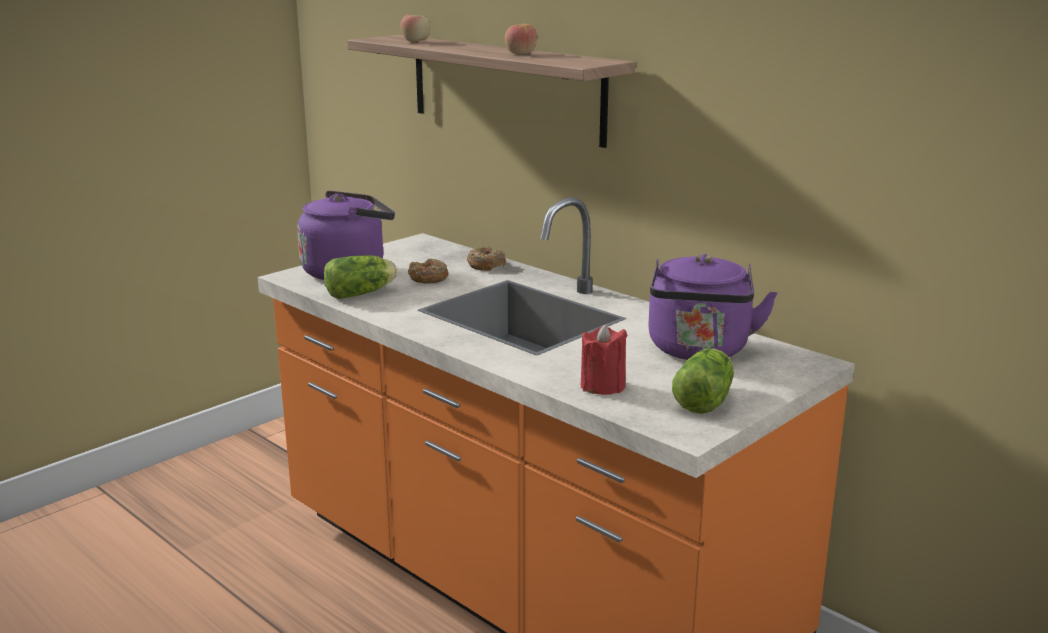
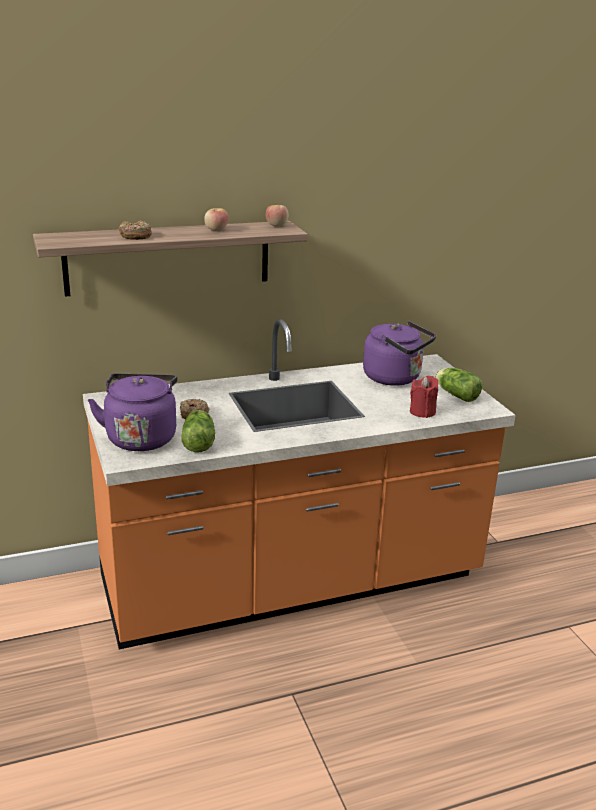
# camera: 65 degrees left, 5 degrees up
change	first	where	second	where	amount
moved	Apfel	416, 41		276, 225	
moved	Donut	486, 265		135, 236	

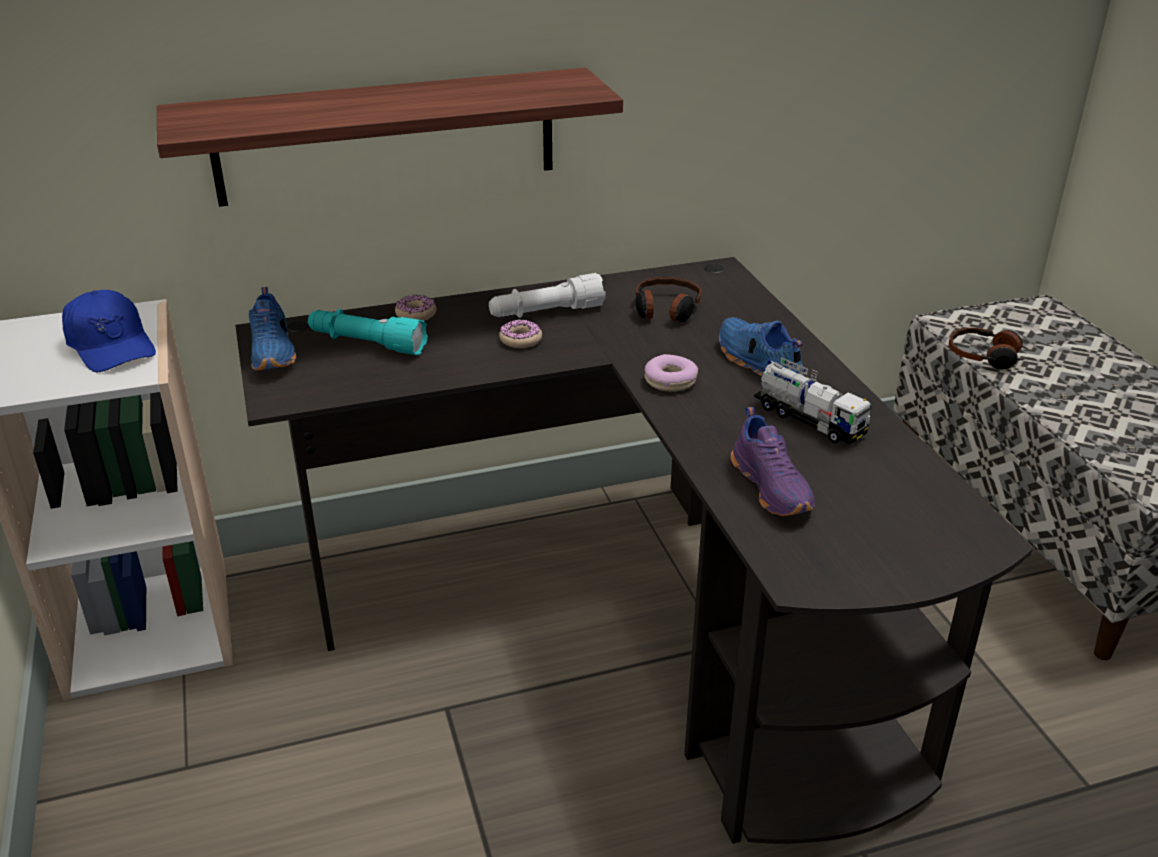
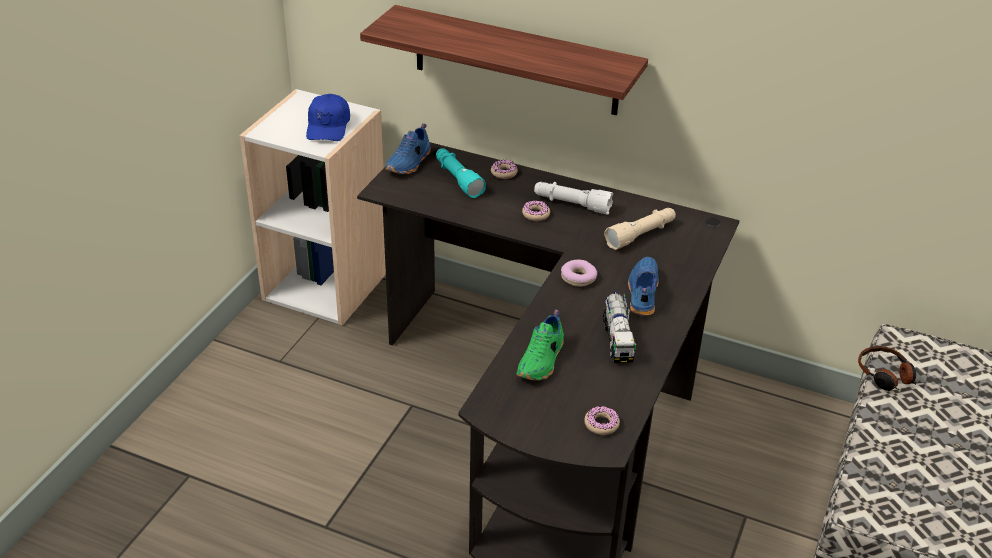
# camera: 40 degrees right, 5 degrees up
change	first	where	second	where	amount
added			Donut	601, 424	
replaced	Kopfhörer	666, 310	Taschenlampe [beige]	641, 235	
recoloured	Schuh [lila]	773, 487	Schuh [grün]	542, 361	

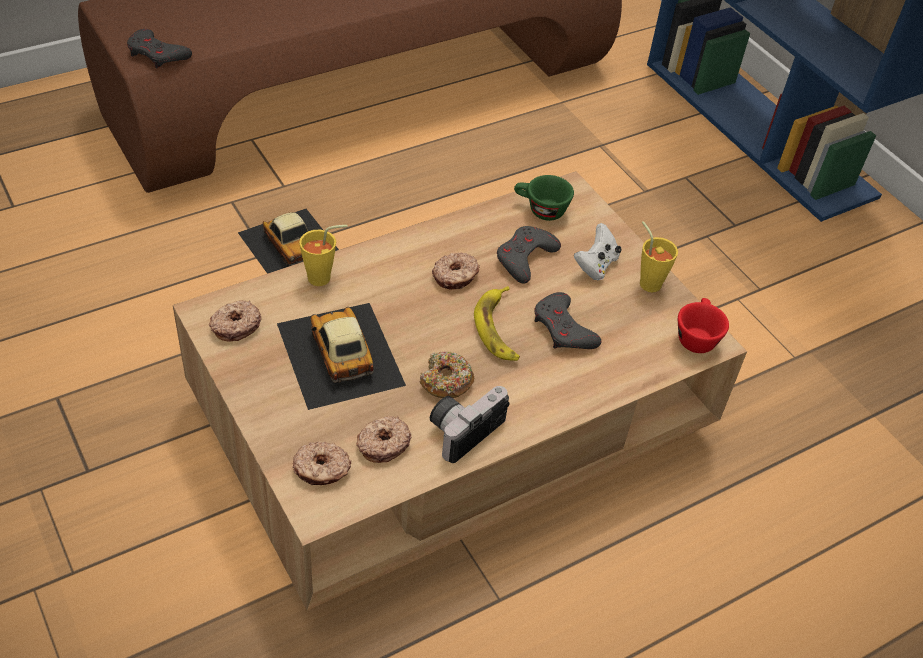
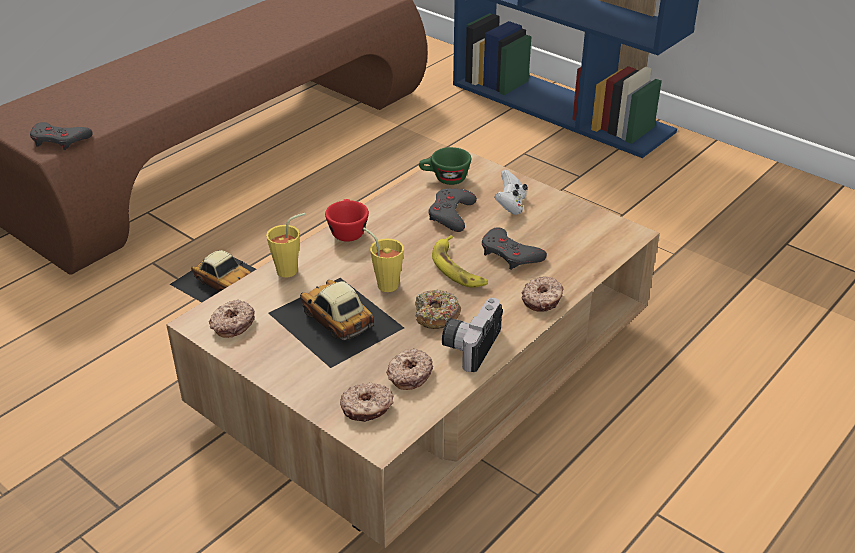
# camera: 15 degrees left, 10 degrees down
change	first	where	second	where	amount
moved	Donut	455, 276		542, 300	
moved	Tasse [gelb]	647, 280		384, 283	
moved	Tasse [rot]	696, 336		347, 231	

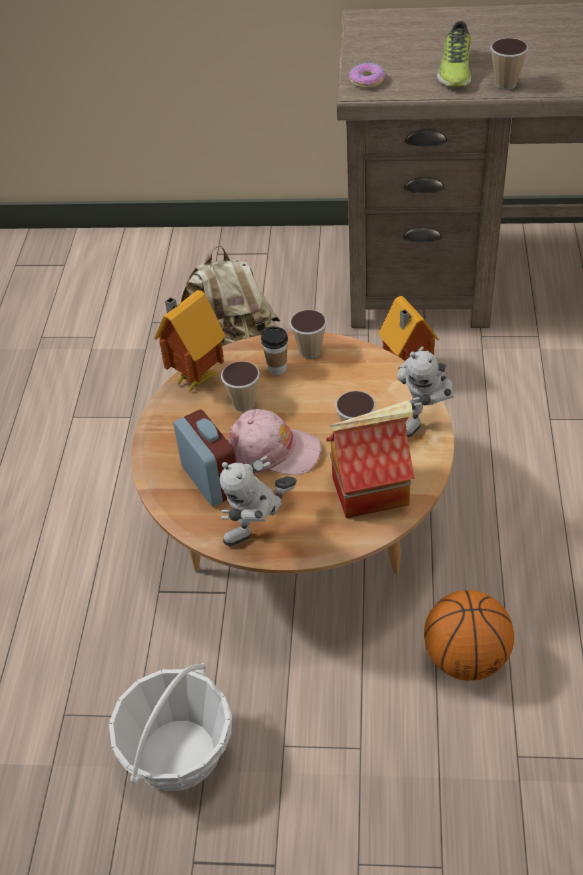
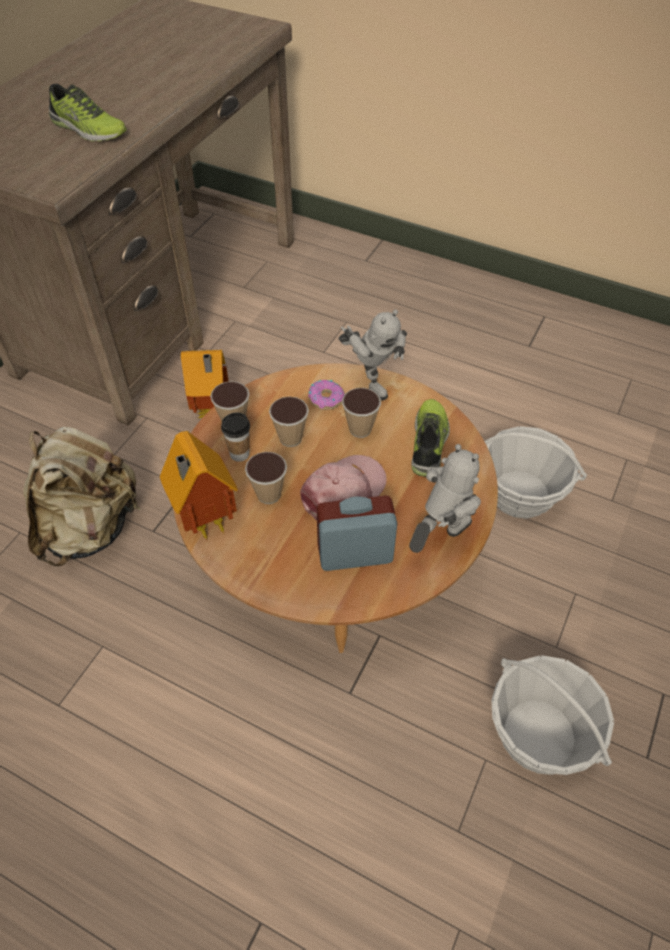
# camera: 70 degrees left, 5 degrees up
change	first	where	second	where	amount
moved	Donut	367, 81		326, 398	
moved	Tasse	505, 84		290, 438	
replaced	Spielzeughaus	371, 489	Schuh	429, 442	
replaced	Basketball	466, 658	Korb	520, 494	
turned	Spielzeugroboter	259, 532		439, 536	120 degrees counterclockwise

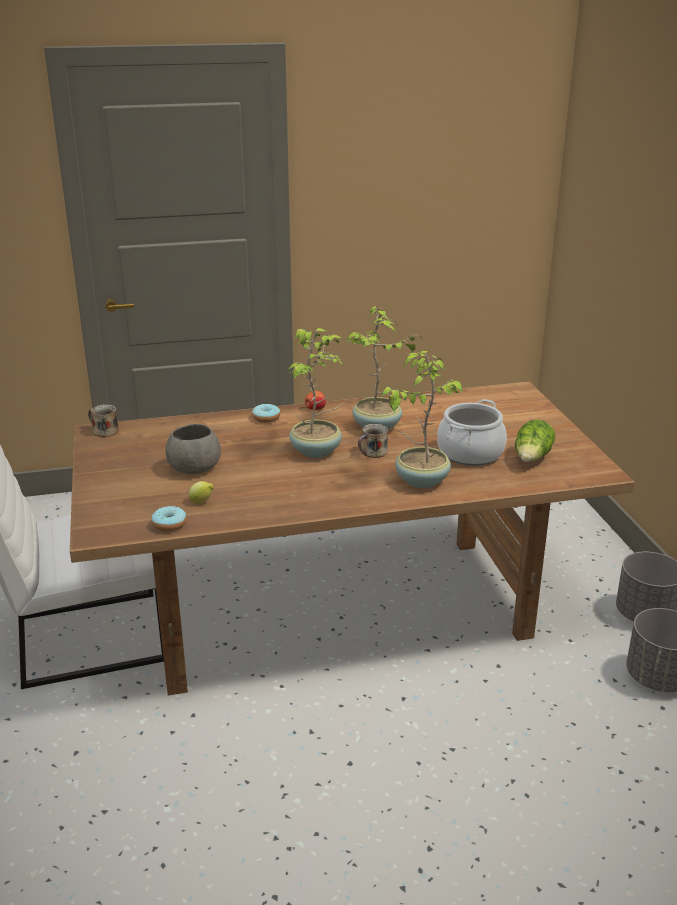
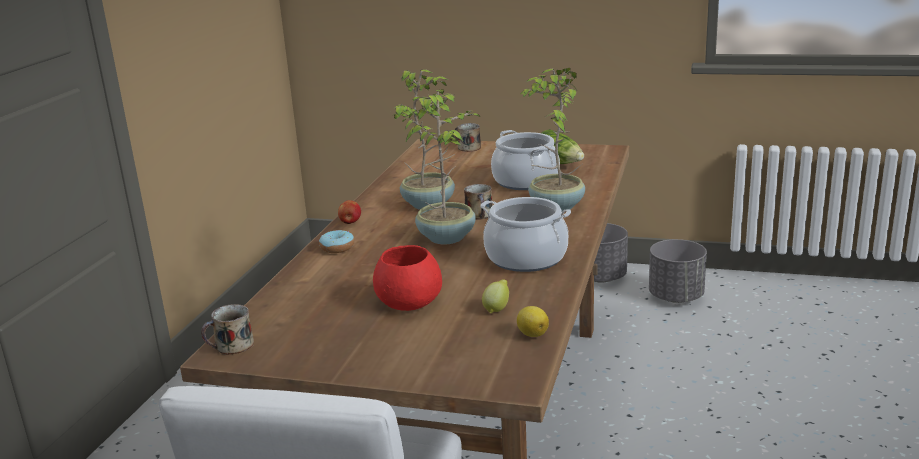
# camera: 60 degrees left, 5 degrees down
change	first	where	second	where	amount
added			Henkelbecher	468, 147	
added			Kochtopf	526, 258	
replaced	Donut	169, 524	Zitrone	532, 334	
recoloured	Schüssel [grau]	193, 468	Schüssel [rot]	409, 302	

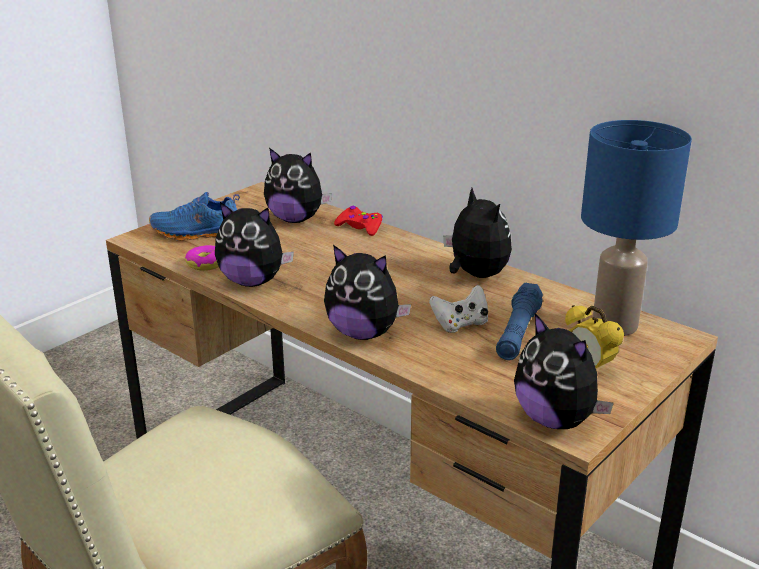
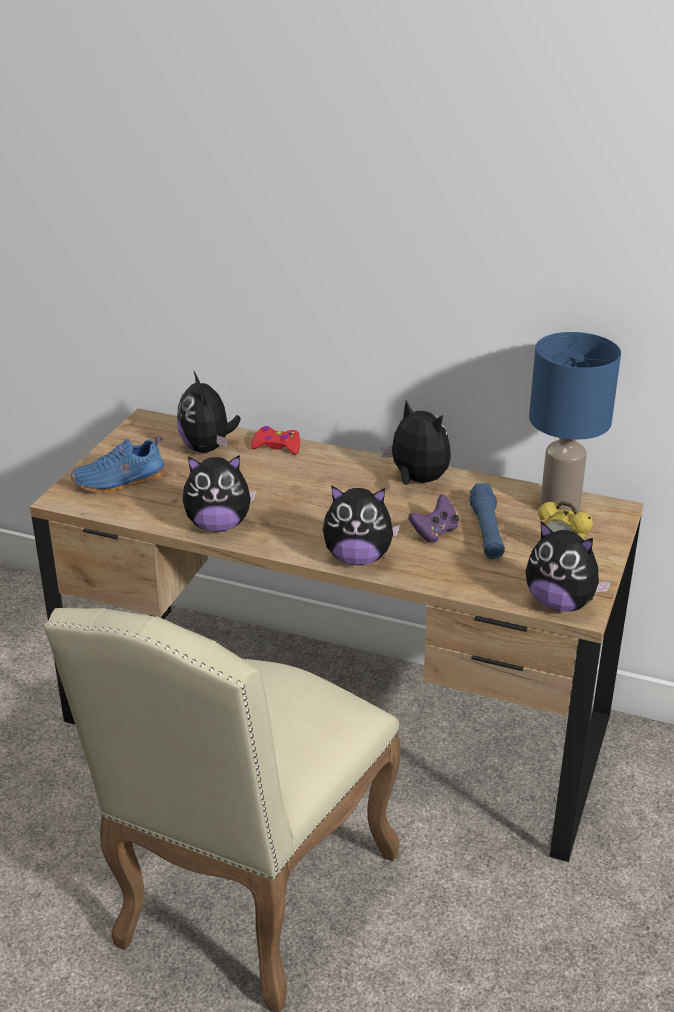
# camera: 20 degrees left, 5 degrees up
change	first	where	second	where	amount
removed	Donut	206, 264			
recoloured	Gamepad [weiß]	460, 324	Gamepad [lila]	434, 532	
turned	Plüschtier	296, 219		208, 448	75 degrees clockwise

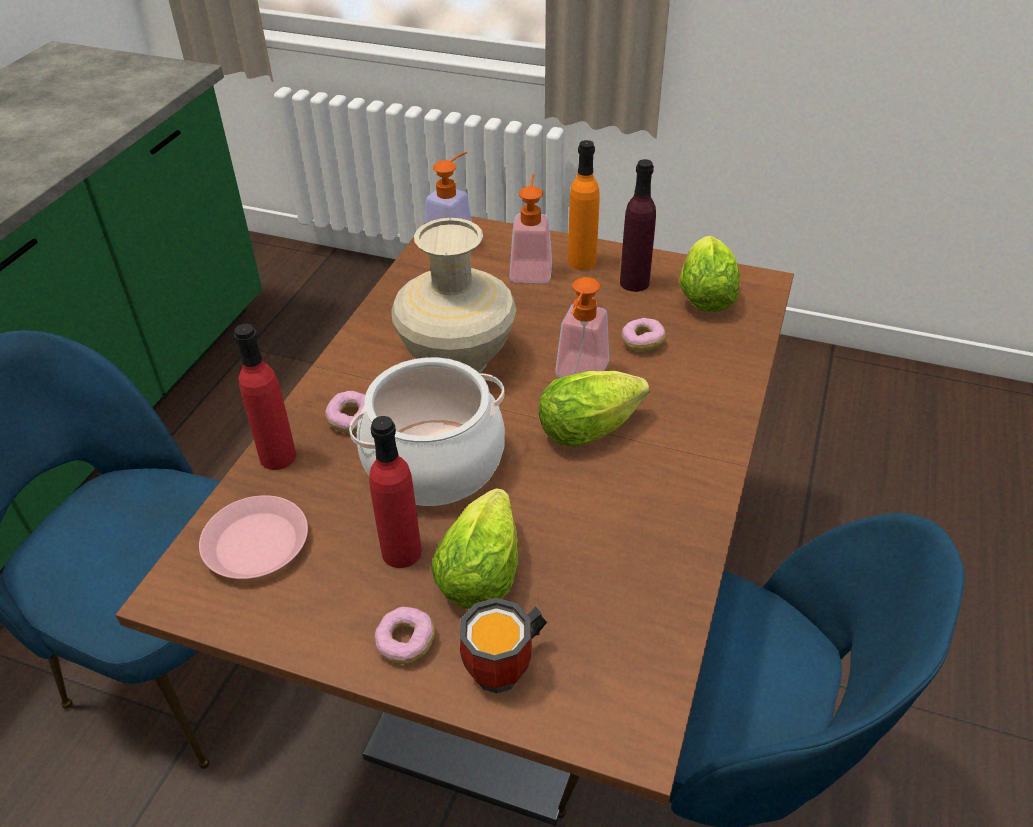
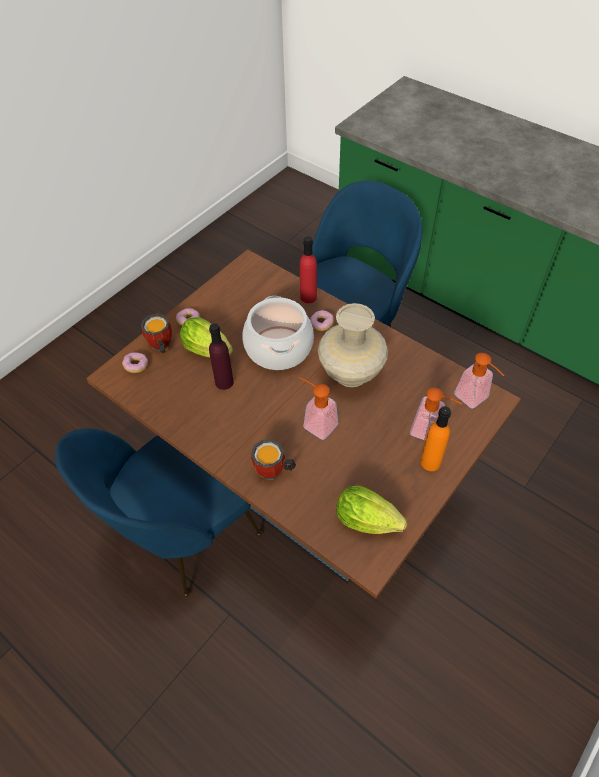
# camera: 110 degrees right, 10 degrees up
change	first	where	second	where	amount
removed	Teller [rosa]	255, 544			
removed	Flasche [rot]	401, 552			
removed	Salatkopf	594, 428			
added			Henkelbecher	273, 473	
moved	Flasche [lila]	634, 282		224, 382	
moved	Donut	642, 342		136, 366	

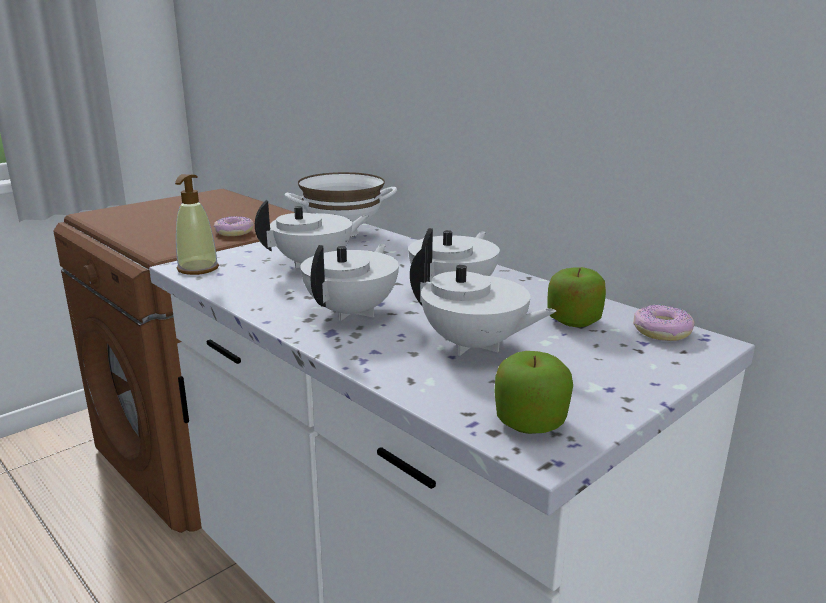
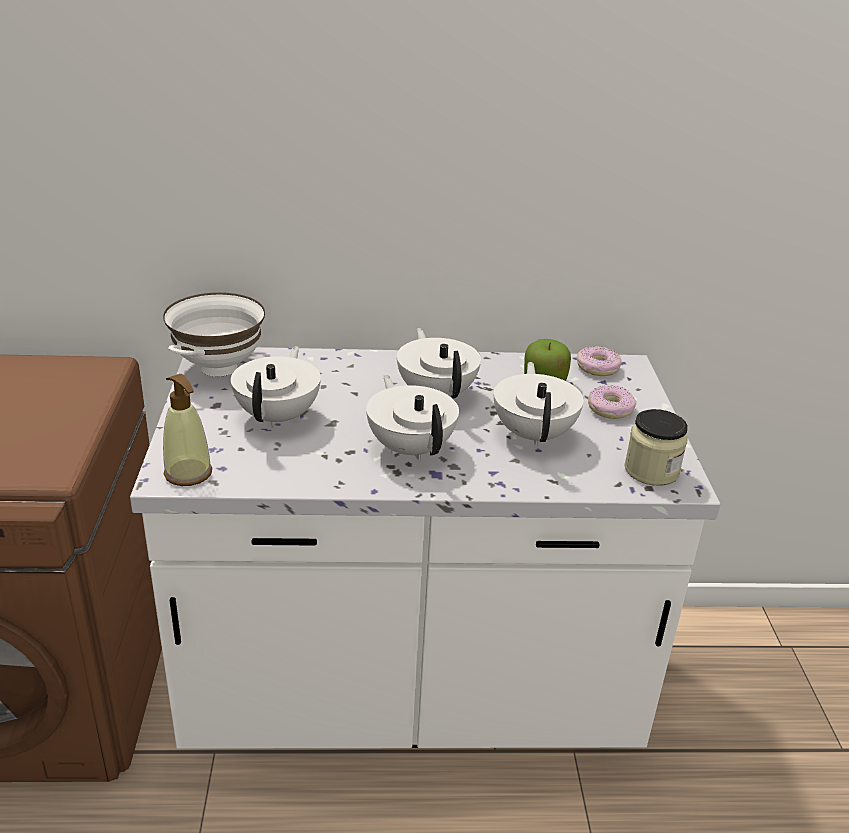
# camera: 50 degrees left, 10 degrees up
change	first	where	second	where	amount
moved	Donut	234, 232		610, 409	
replaced	Apfel	530, 422	Vorratsglas	651, 470	
turned	Teekanne [weiß]	474, 346		534, 434	75 degrees counterclockwise

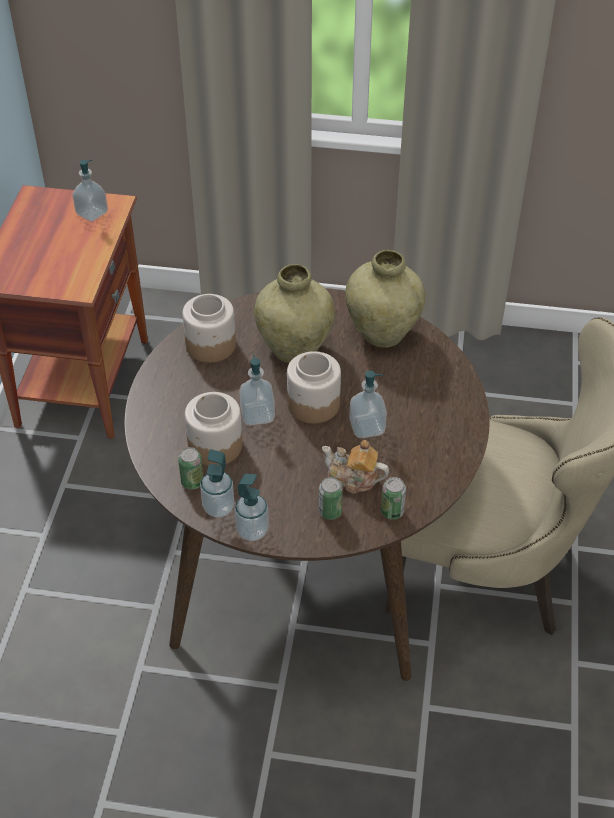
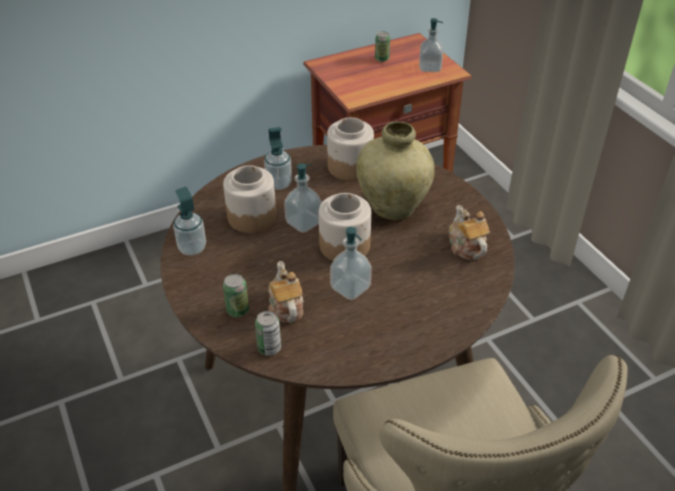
# camera: 55 degrees right, 5 degrees down
change	first	where	second	where	amount
moved	Dose	192, 482		382, 59	
moved	Seifenspender	252, 530		279, 184	
replaced	Vase [beige]	382, 334	Teekanne	466, 246	

